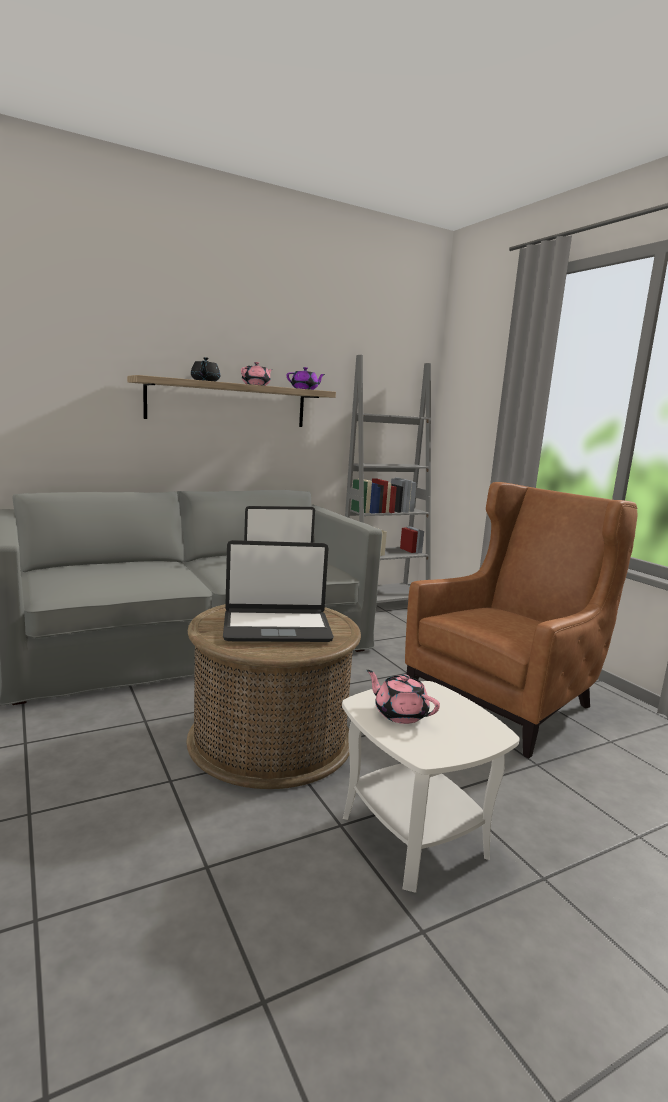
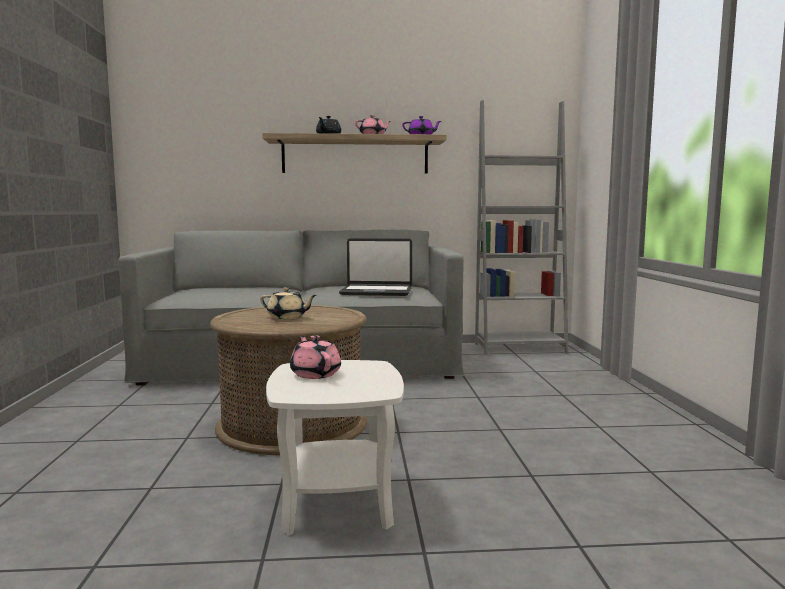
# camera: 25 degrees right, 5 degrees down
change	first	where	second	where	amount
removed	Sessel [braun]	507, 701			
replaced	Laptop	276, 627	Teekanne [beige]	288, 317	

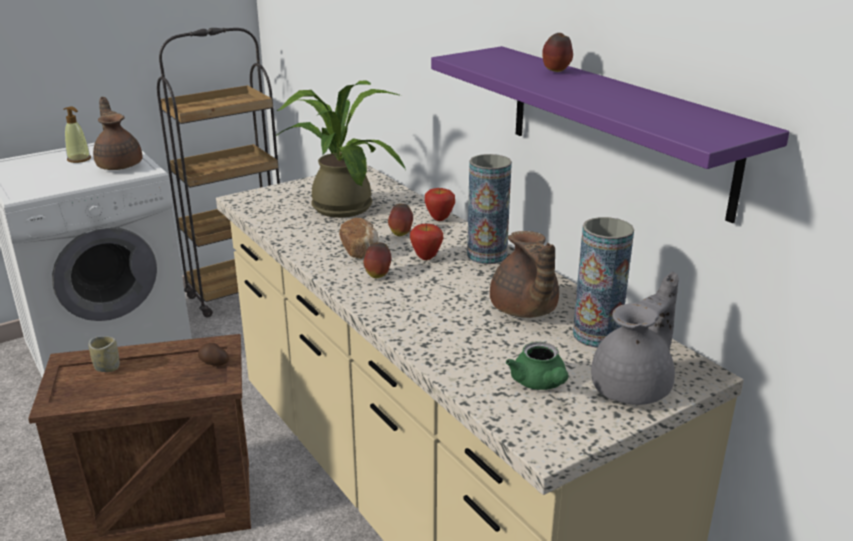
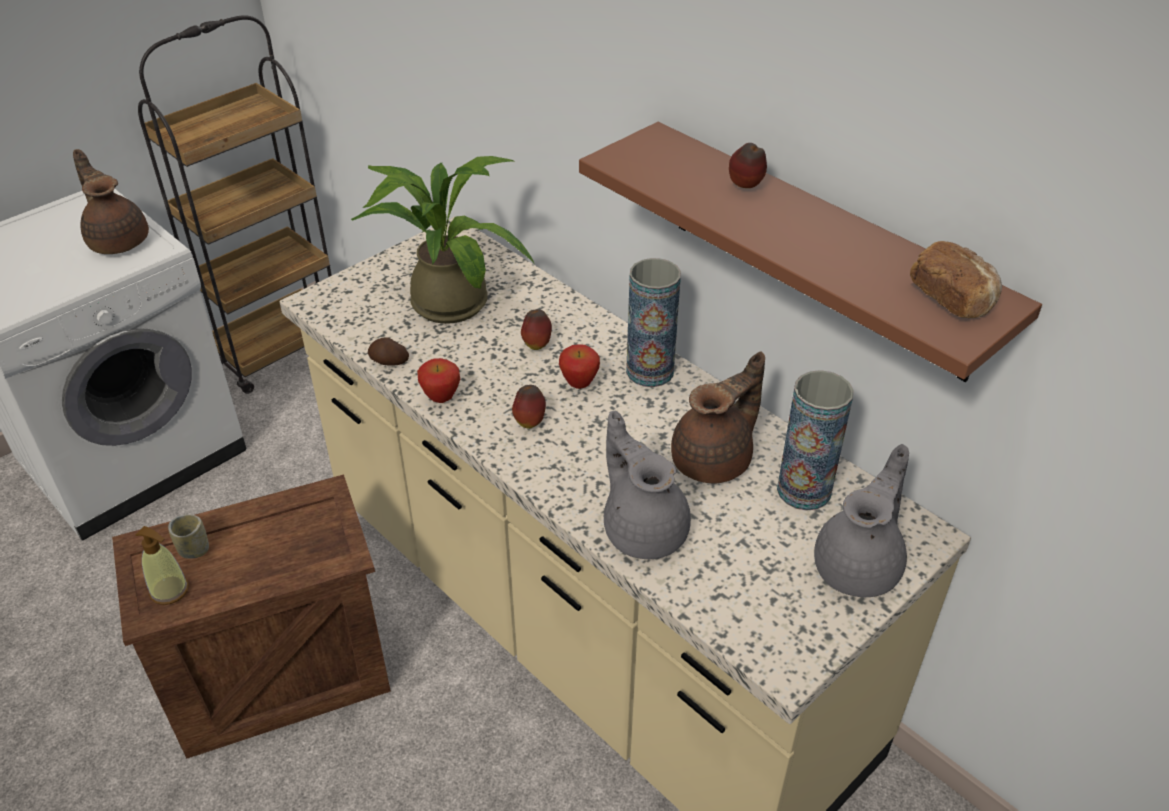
# camera: 10 degrees left, 15 degrees up
change	first	where	second	where	amount
removed	Teekanne [grün]	540, 384			
added			Teekanne [grau]	643, 529	
moved	Seifenspender	79, 159		169, 590	
moved	Kartoffel	213, 363		388, 362	
moved	Brot	360, 250		952, 297	
moved	Apfel	439, 219		441, 398	
recoloured	Wandregal [lila]	616, 127	Wandregal [braun]	819, 250	
turned	Teekanne [braun]	524, 310		714, 460	105 degrees counterclockwise

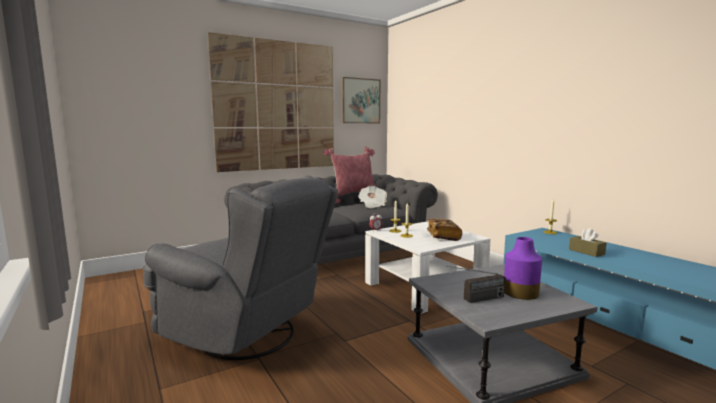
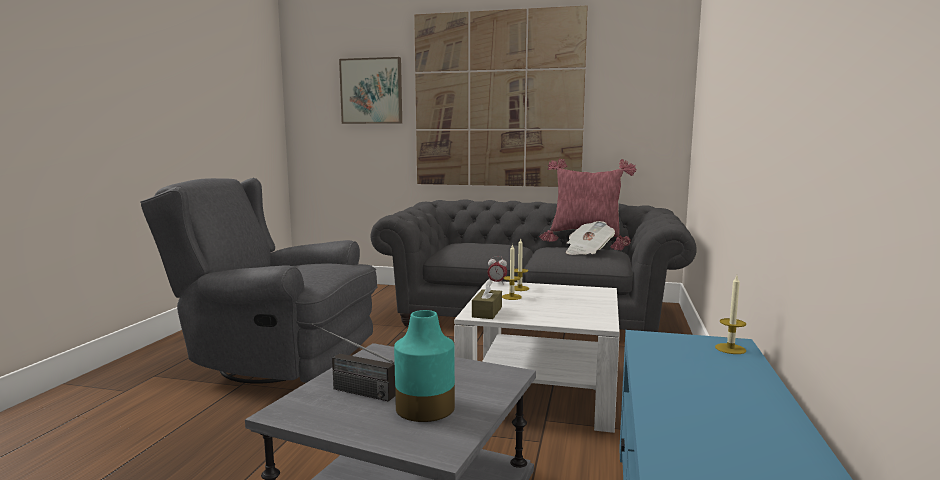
# camera: 45 degrees right, 0 degrees up
change	first	where	second	where	amount
removed	Buch	443, 237			
moved	Bild	360, 101		371, 91	
moved	Taschentuchbox [braun]	586, 252		487, 312	
recoloured	Vase [lila]	521, 292	Vase [türkis]	425, 407	
turned	Sessel [grau]	246, 334		277, 362	120 degrees clockwise

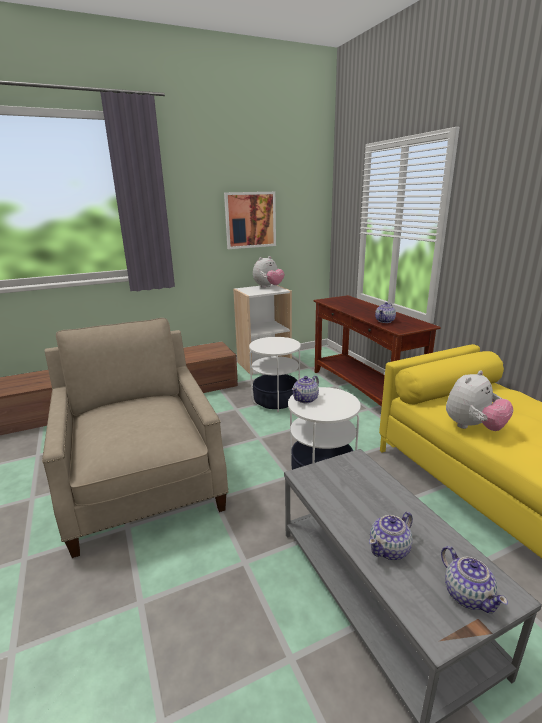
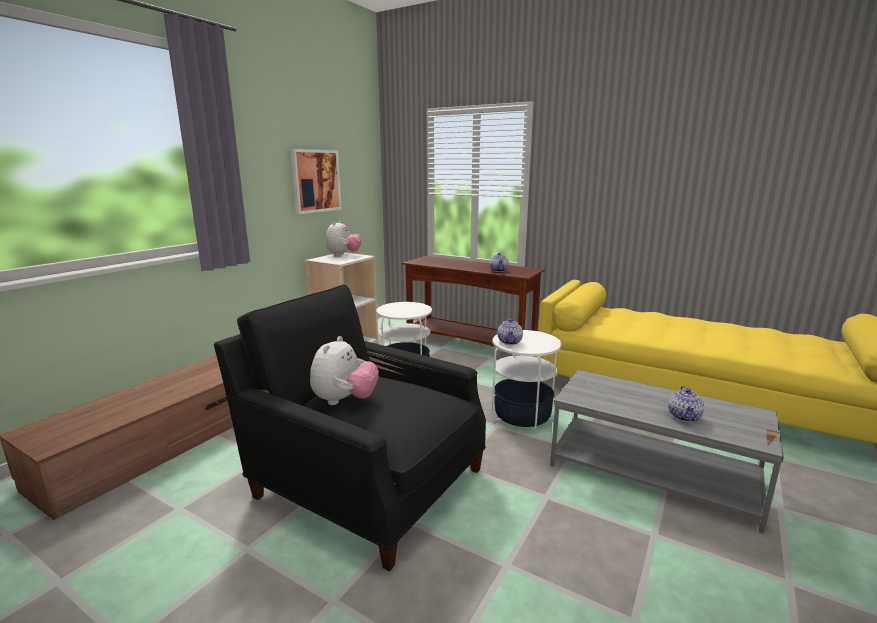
# camera: 35 degrees left, 5 degrees down
change	first	where	second	where	amount
removed	Teekanne	467, 594			
moved	Plüschtier	473, 427		345, 401	
recoloured	Sessel [beige]	143, 481	Sessel [schwarz]	366, 480	

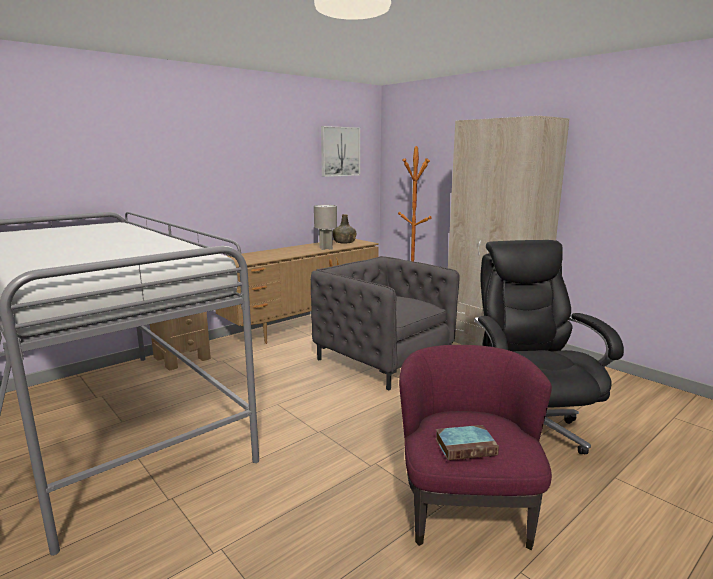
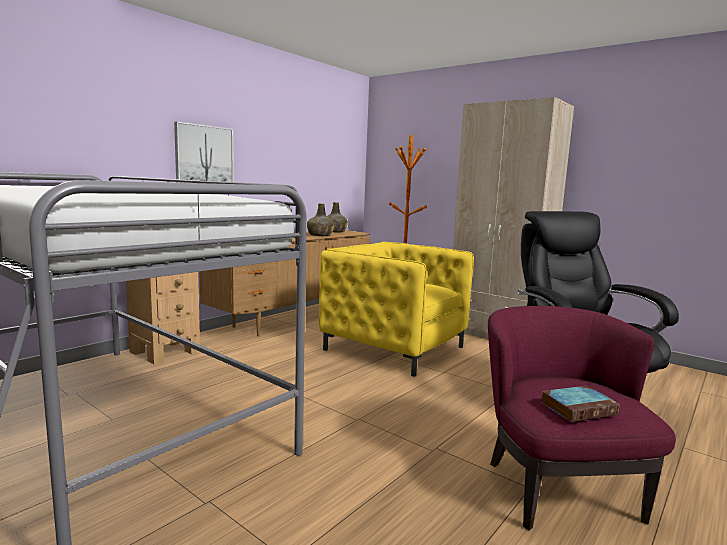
# camera: 10 degrees left, 5 degrees down
change	first	where	second	where	amount
moved	Bild	340, 151		204, 157	
replaced	Tischlampe [grau]	326, 248	Flasche [grün]	320, 235	
recoloured	Sessel [grau]	383, 359	Sessel [gelb]	394, 348	

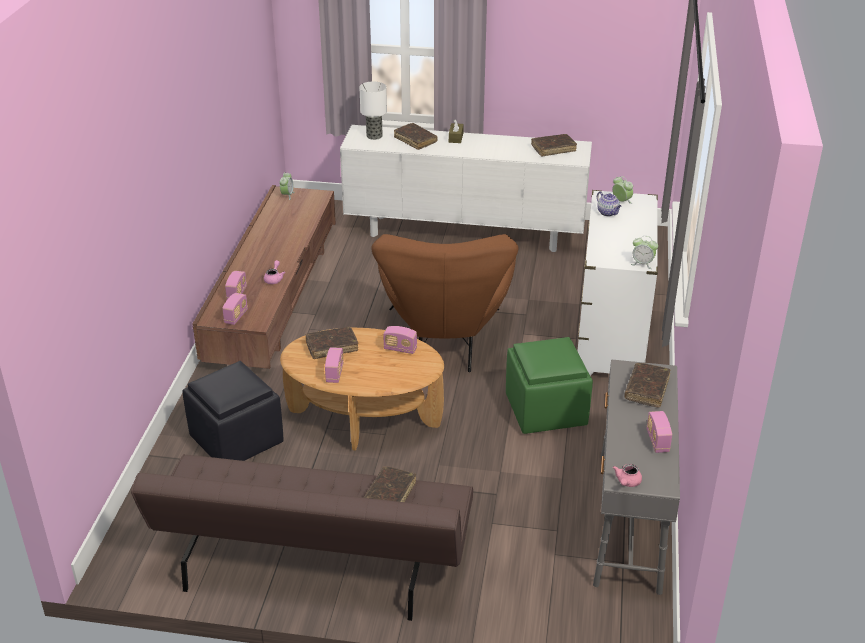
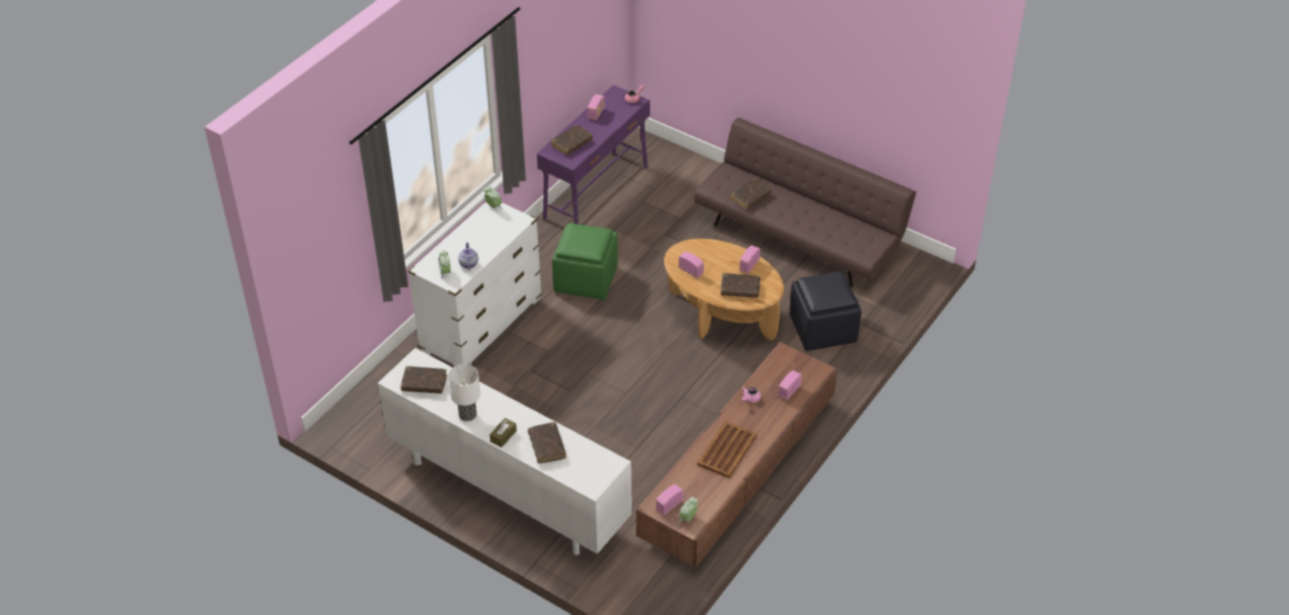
# camera: 155 degrees left, 10 degrees up
change	first	where	second	where	amount
removed	Sessel [braun]	445, 344			
added			Tablett [braun]	727, 449	
moved	Radio	236, 317		669, 506	
moved	Tischlampe	374, 136		467, 415	
recoloured	Konsolentisch [grau]	627, 521	Konsolentisch [lila]	596, 193	

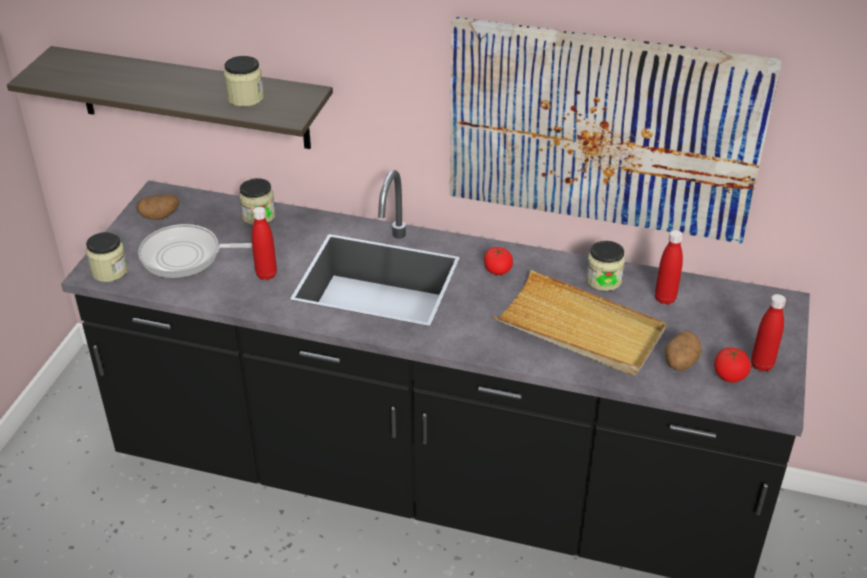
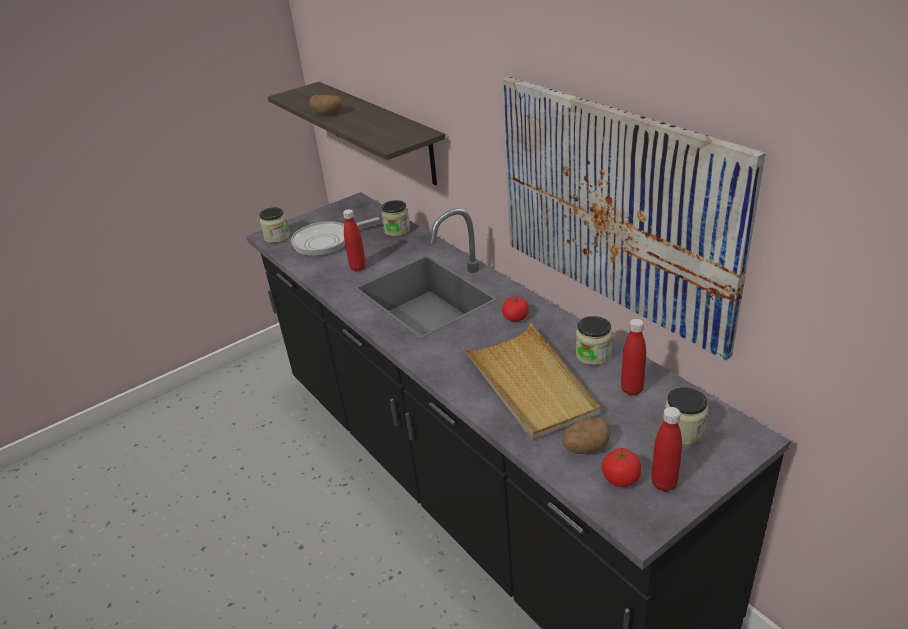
# camera: 40 degrees right, 5 degrees down
change	first	where	second	where	amount
moved	Kartoffel	160, 216		328, 113	
moved	Vorratsglas	245, 98		683, 431	
turned	Pfanne	186, 256		326, 241	60 degrees counterclockwise

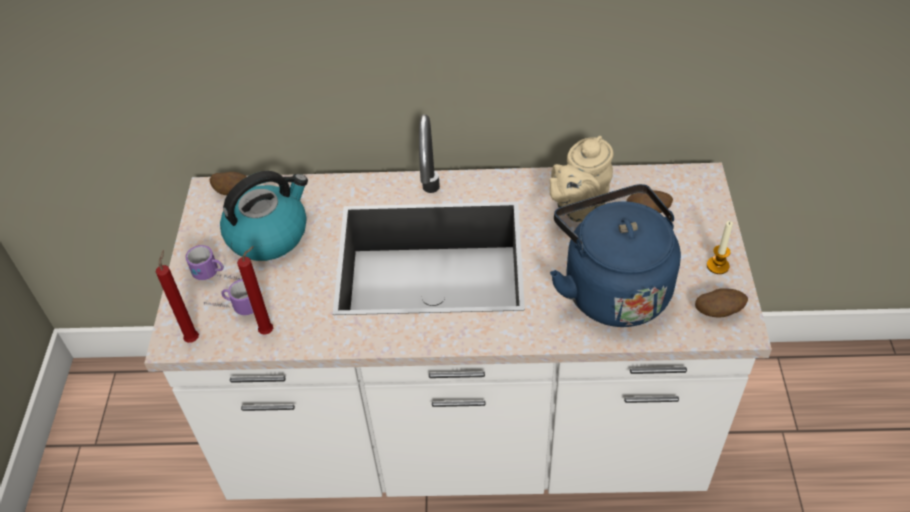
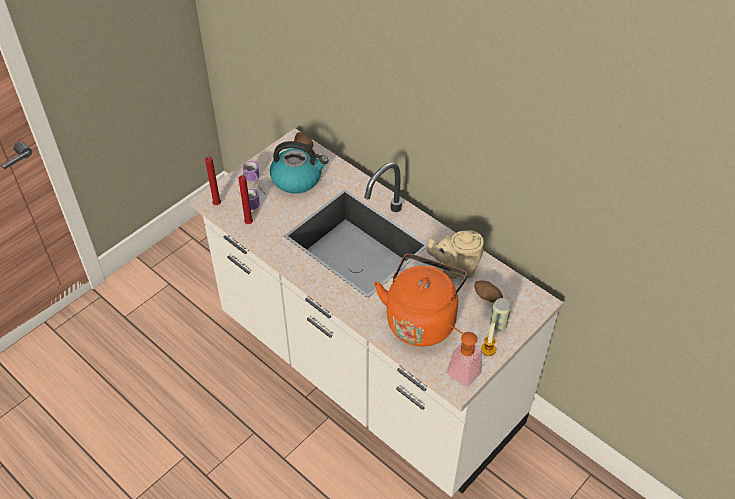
# camera: 40 degrees right, 0 degrees up
change	first	where	second	where	amount
added			Dose	498, 324	
replaced	Kartoffel	718, 311	Seifenspender	458, 370	
recoloured	Wasserkessel [blau]	612, 288	Wasserkessel [orange]	421, 319	

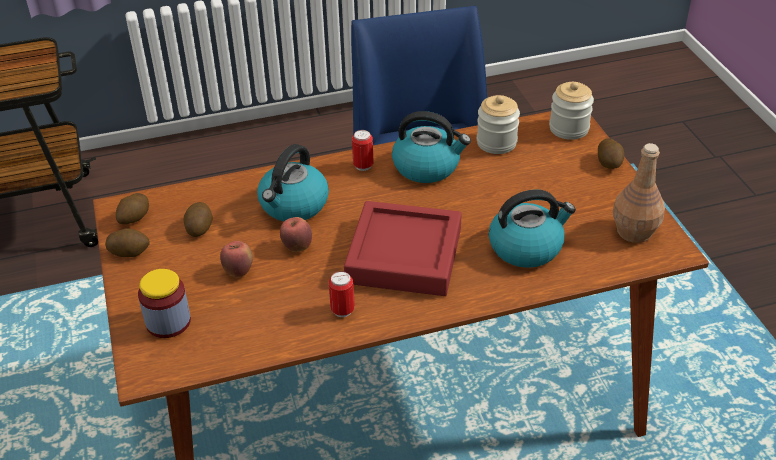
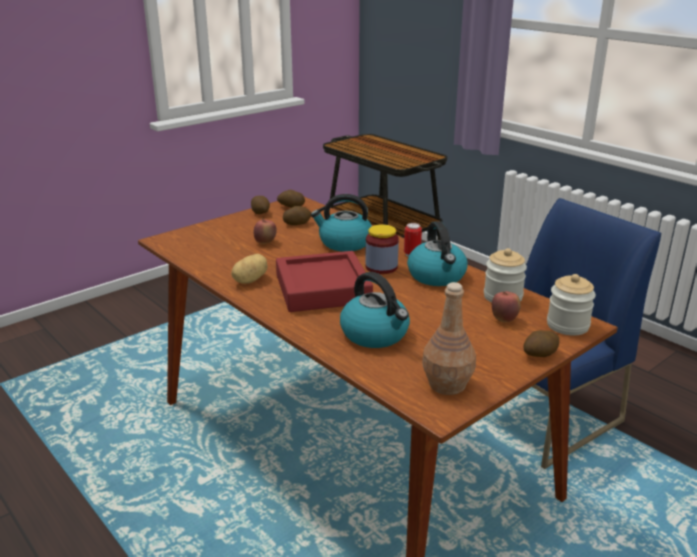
# camera: 65 degrees right, 15 degrees down
change	first	where	second	where	amount
moved	Vorratsglas	168, 322		381, 267	
moved	Apfel	297, 247		504, 319	
replaced	Dose	342, 310	Kartoffel	249, 280	

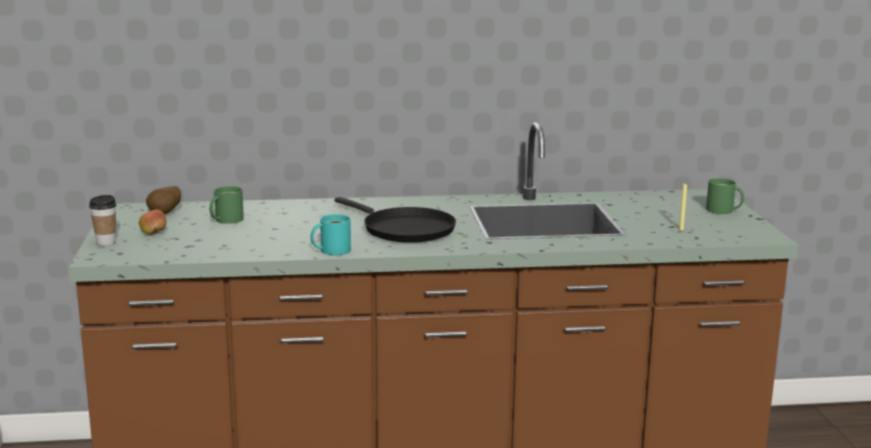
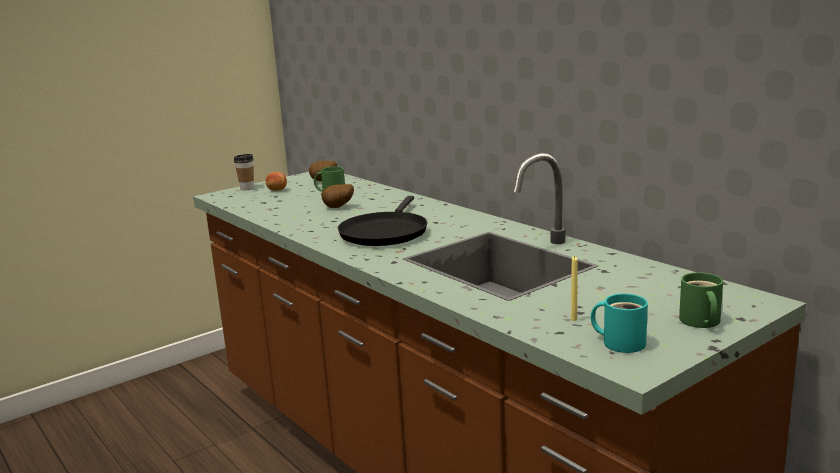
# camera: 60 degrees right, 0 degrees up
change	first	where	second	where	amount
added			Kartoffel	338, 207	
moved	Henkelbecher [türkis]	332, 250		620, 342	

